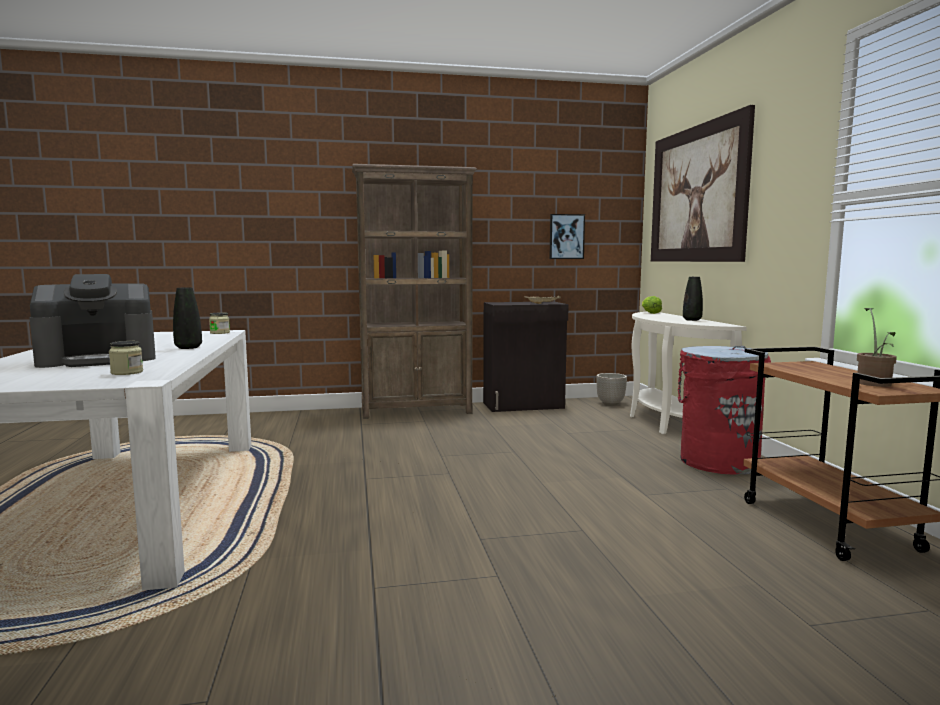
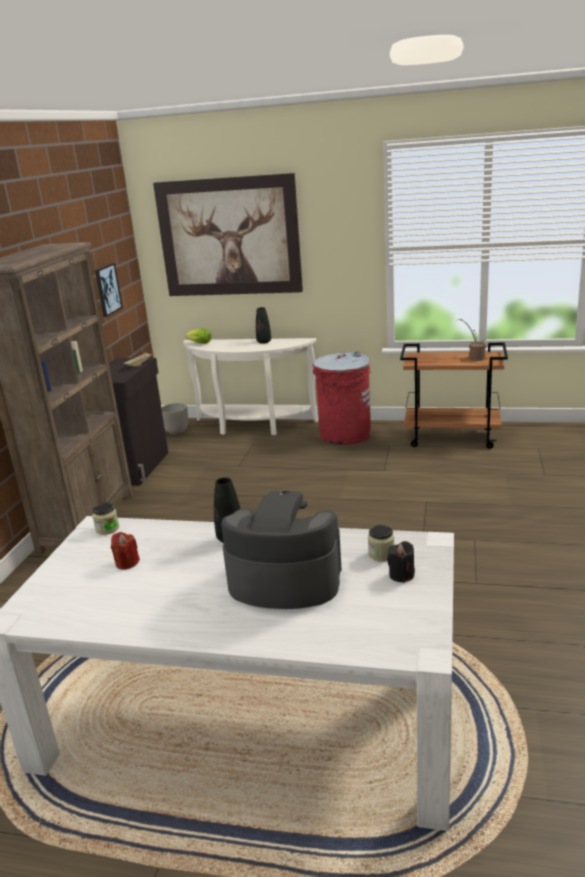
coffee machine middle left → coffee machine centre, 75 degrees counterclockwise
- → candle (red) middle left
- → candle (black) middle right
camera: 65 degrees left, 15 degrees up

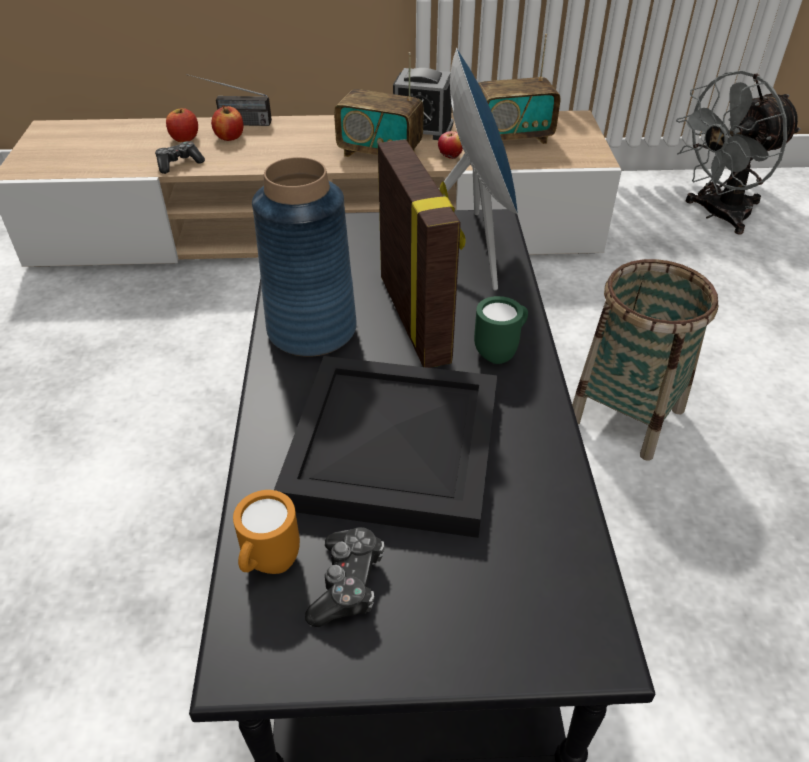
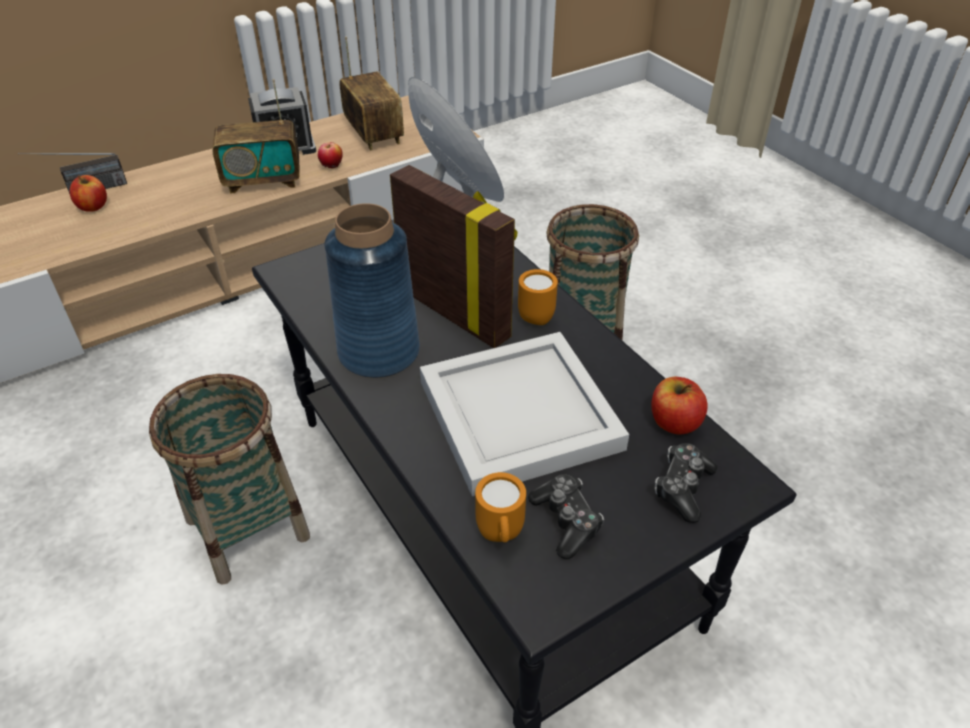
game controller (1st from left in the first image) top left → game controller (2nd from left) middle right, moved
apple (1st from left in the first image) top left → apple (3rd from left) middle right, moved
tray (black) centre → tray (white) centre
mug (green) centre → mug (orange) (2nd from left) centre
radio (3rd from left) top centre, 75 degrees counterclockwise
fan (grey) top right → -
- → basket (1st from left) middle left
camera: 30 degrees left, 0 degrees up

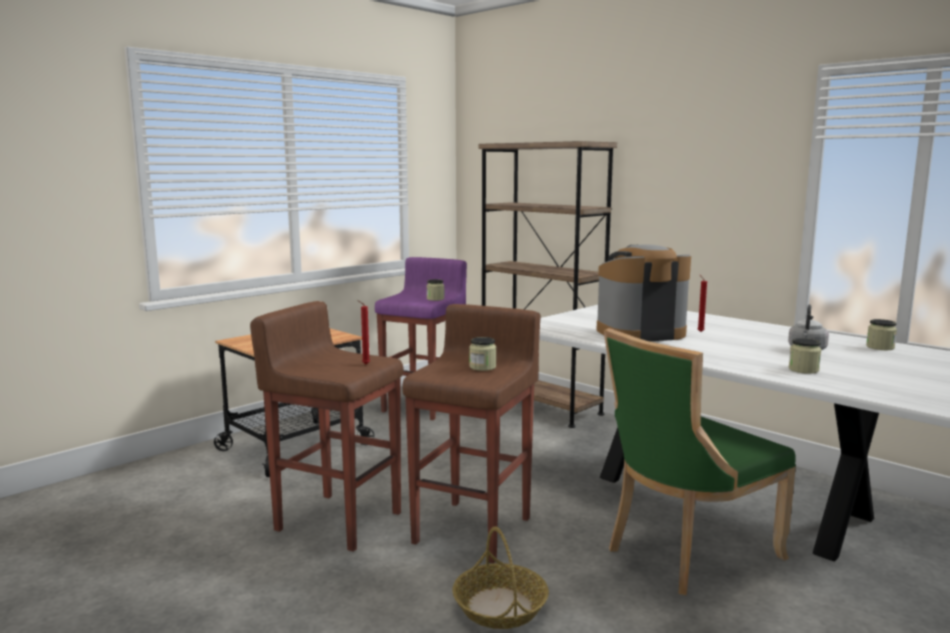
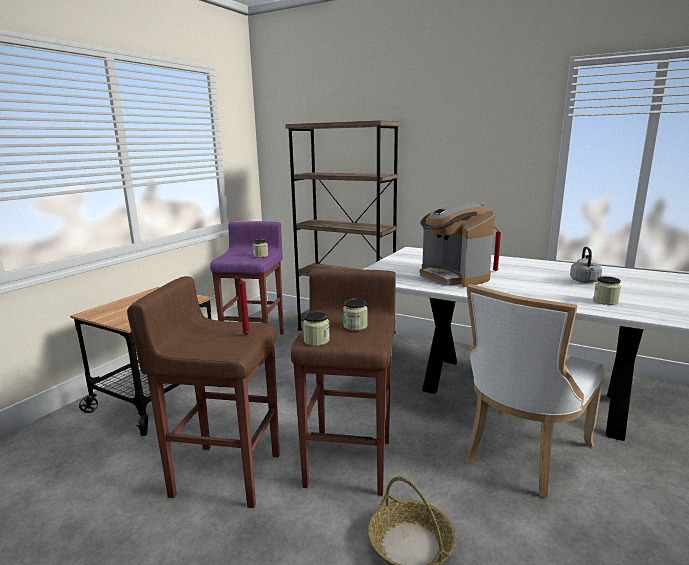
coffee machine middle right → coffee machine centre, 90 degrees counterclockwise
chair (green) bottom right → chair (white) bottom right
jar (4th from left in the first image) middle right → jar (2nd from left) centre, moved
camera: 15 degrees left, 5 degrees up

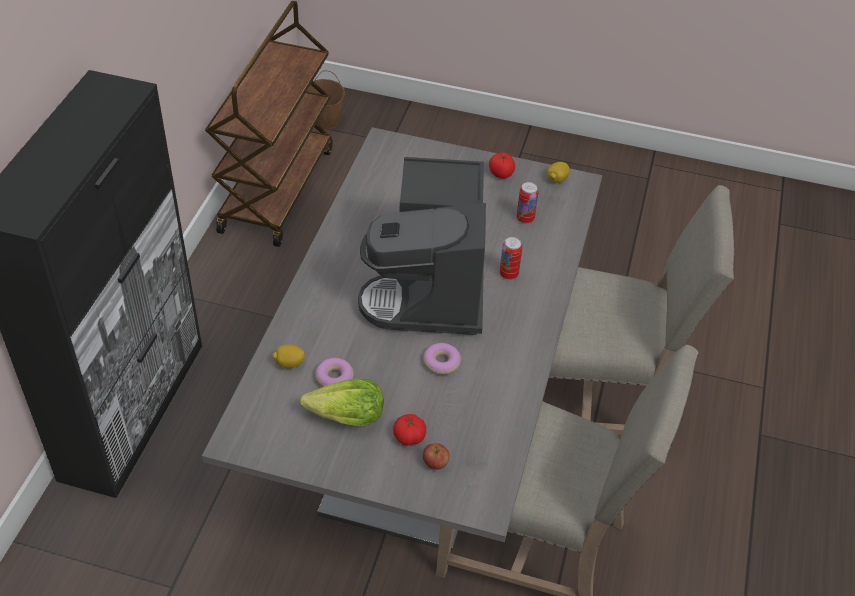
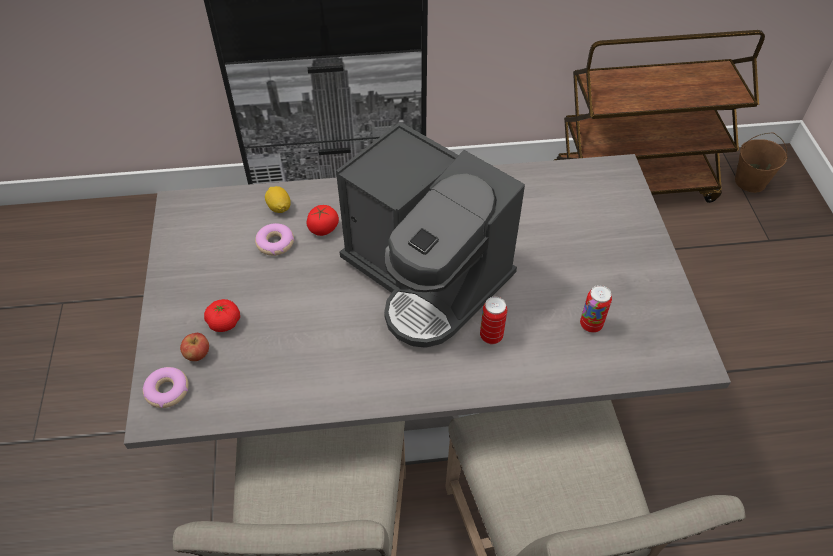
lettuce bottom centre → -
coffee machine centre, 120 degrees counterclockwise
donut (2nd from left in the first image) centre → donut (1st from left) bottom left, moved
tomato (2nd from left) top centre → tomato (2nd from left) centre, moved
lemon (2nd from left) top centre → -
camera: 70 degrees right, 5 degrees up

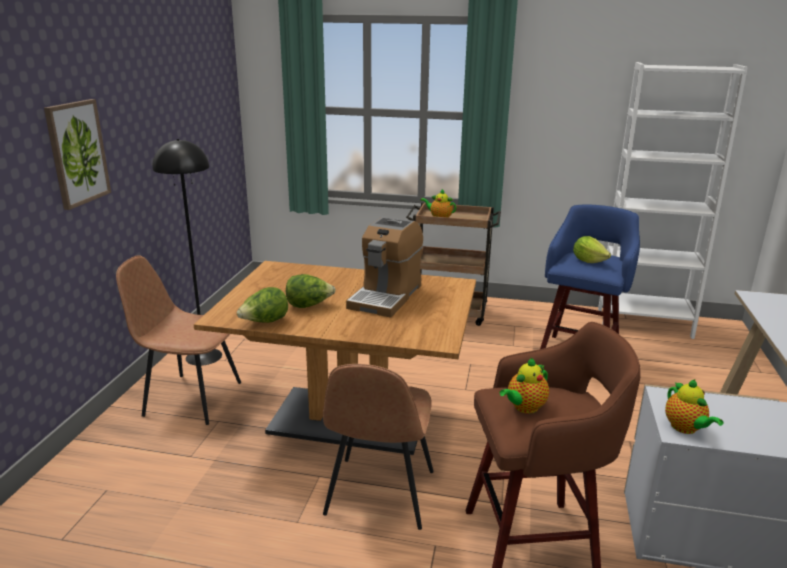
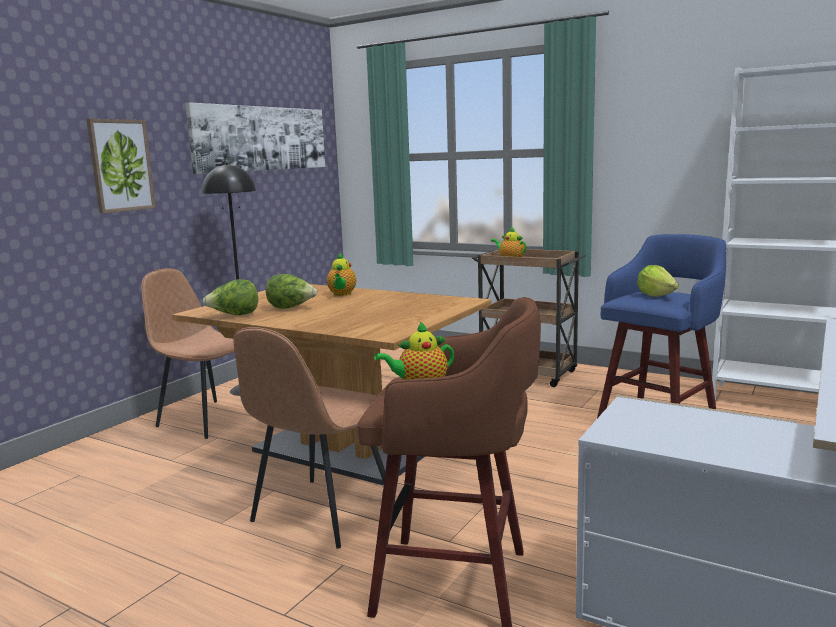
coffee machine centre → -
teapot (3rd from left in the first image) bottom right → teapot (1st from left) centre, moved
- → picture (2nd from left) top left
camera: 20 degrees right, 10 degrees down

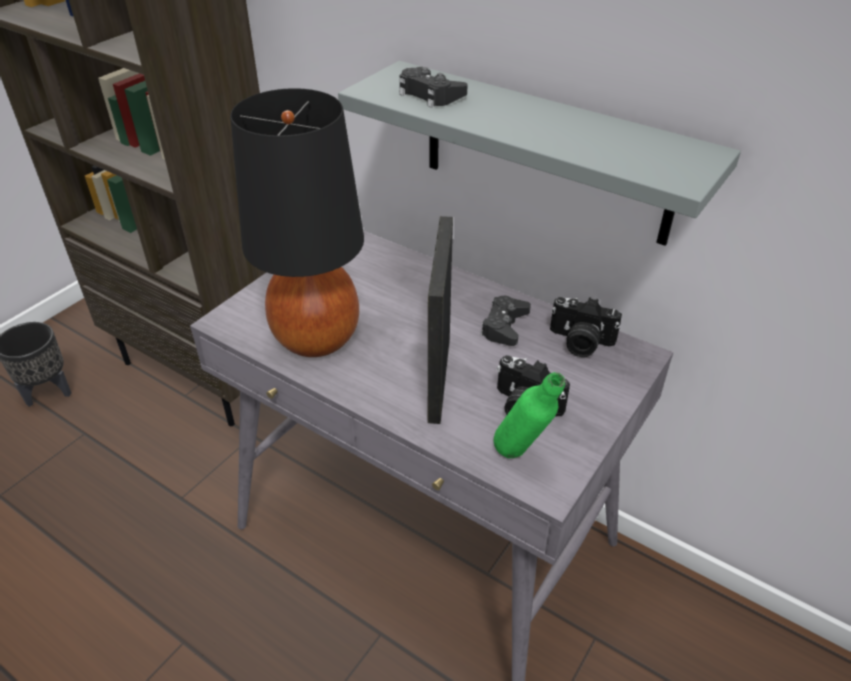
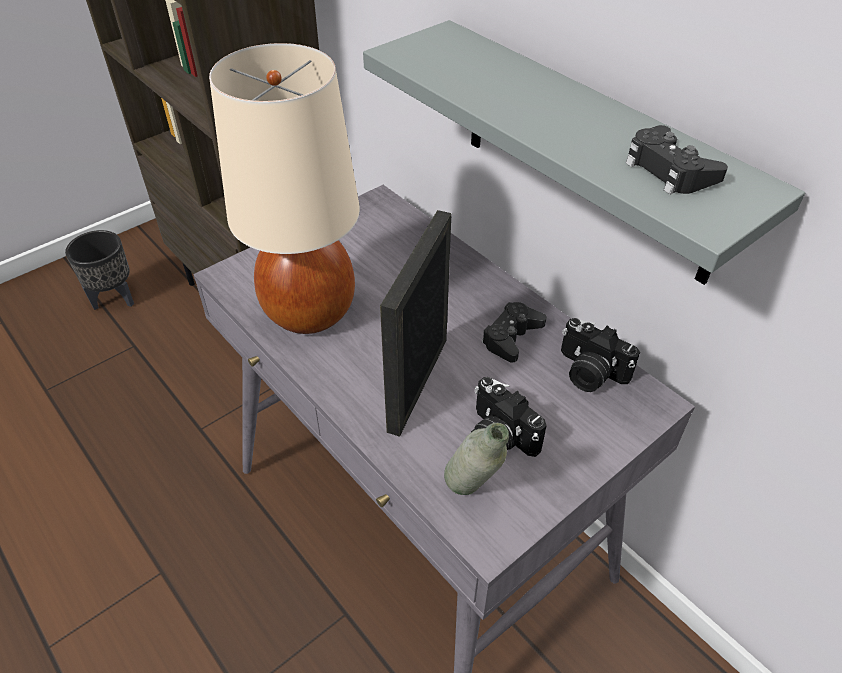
table lamp (black) top centre → table lamp (beige) top centre
game controller (black) (1st from left in the first image) top centre → game controller (black) (2nd from left) top right, moved
bottle (green) centre → bottle (grey) bottom centre
camera: 15 degrees right, 5 degrees up

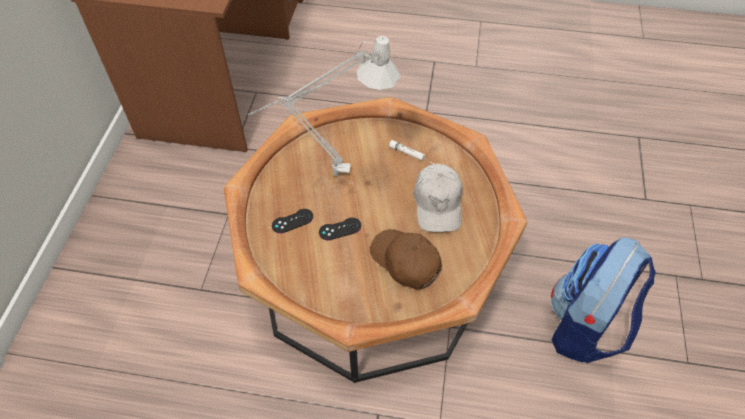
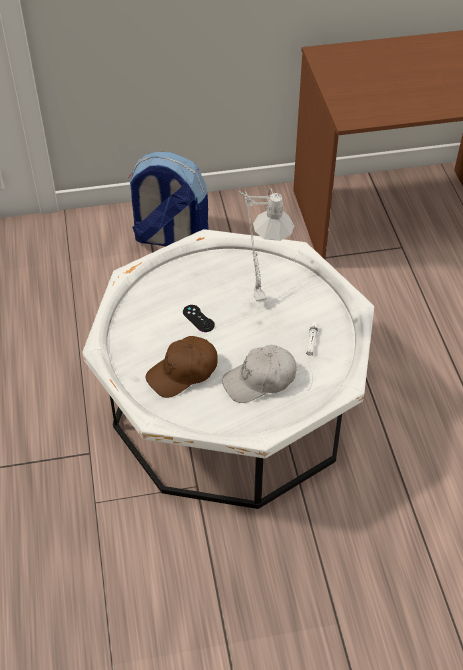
coffee table (brown) centre → coffee table (white) centre
game controller (black) (1st from left) centre → -
cap (brown) centre, 150 degrees counterclockwise
backpack bottom right → backpack top centre, moved
camera: 70 degrees right, 5 degrees down

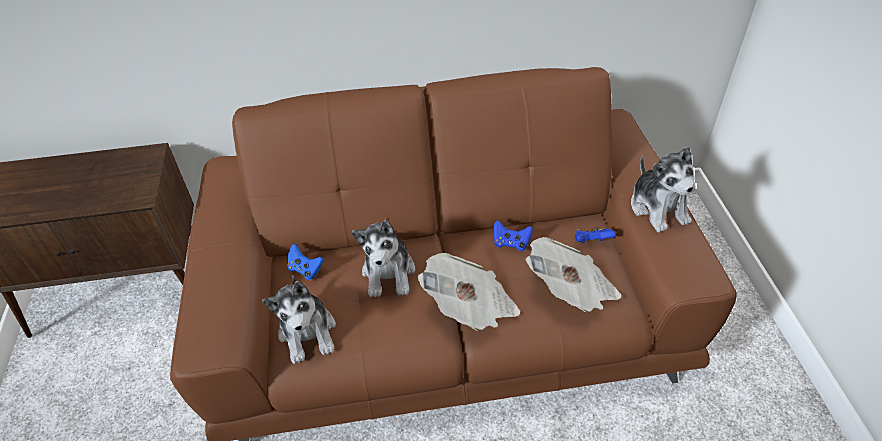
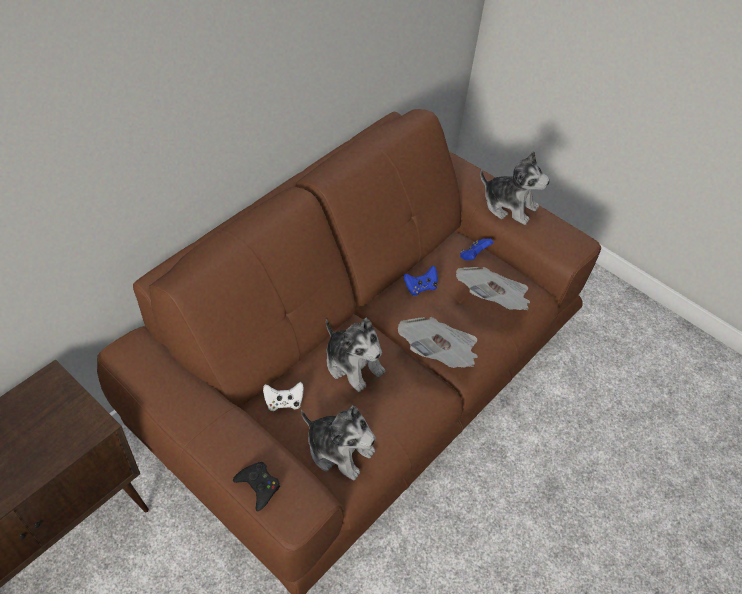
game controller (blue) (1st from left) centre → game controller (white) bottom centre
- → game controller (black) bottom centre
camera: 45 degrees left, 5 degrees up

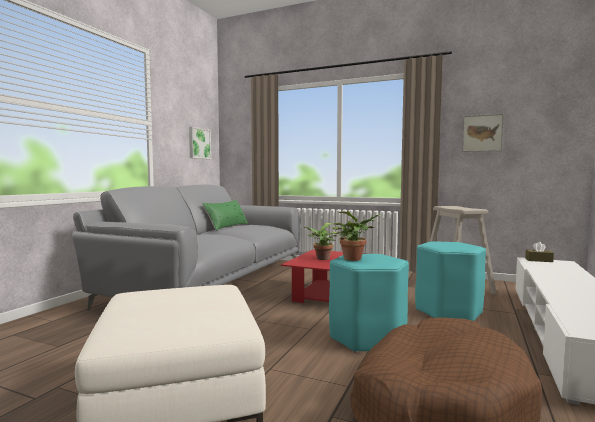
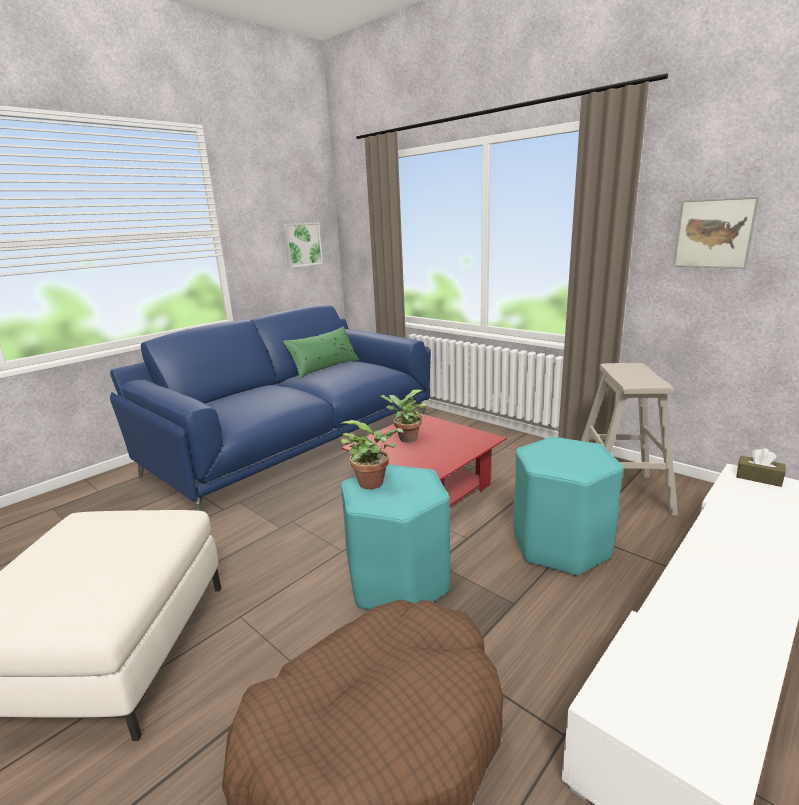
sofa (grey) middle left → sofa (blue) centre
camera: 20 degrees right, 15 degrees up

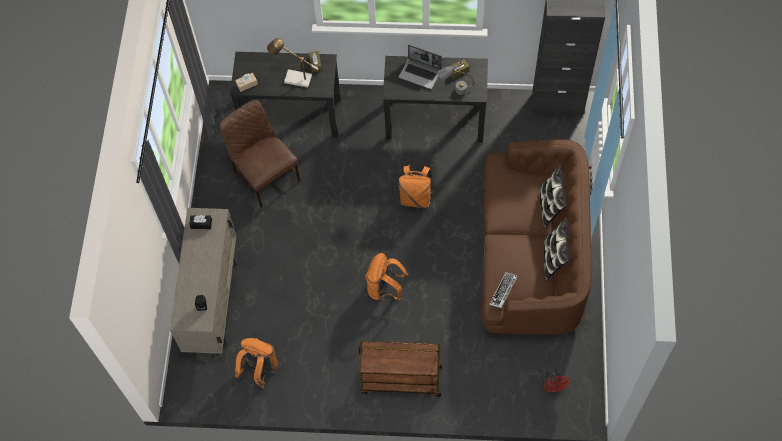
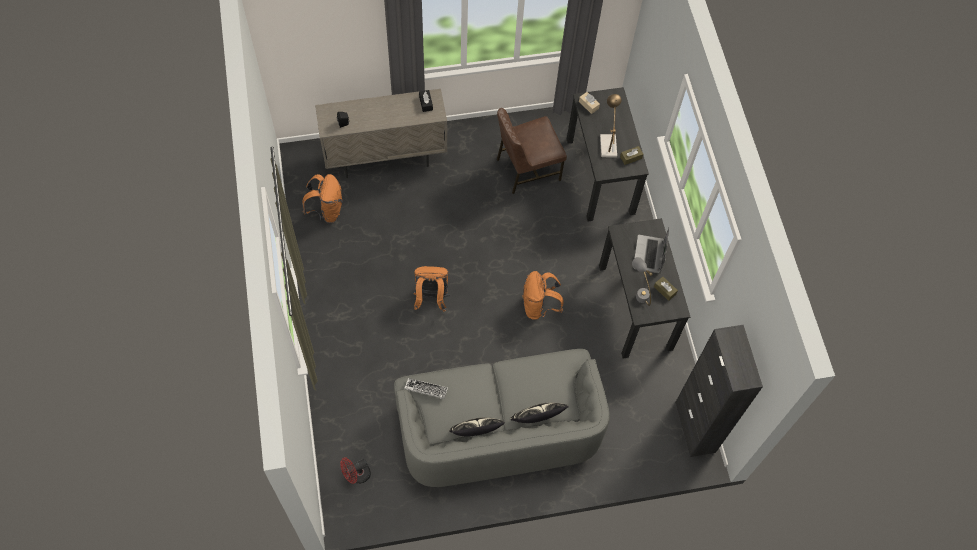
chair (brown) middle left → chair (brown) top centre, 150 degrees counterclockwise
cart (brown) bottom centre → -
sofa (brown) middle right → sofa (grey) bottom centre
camera: 70 degrees right, 0 degrees up

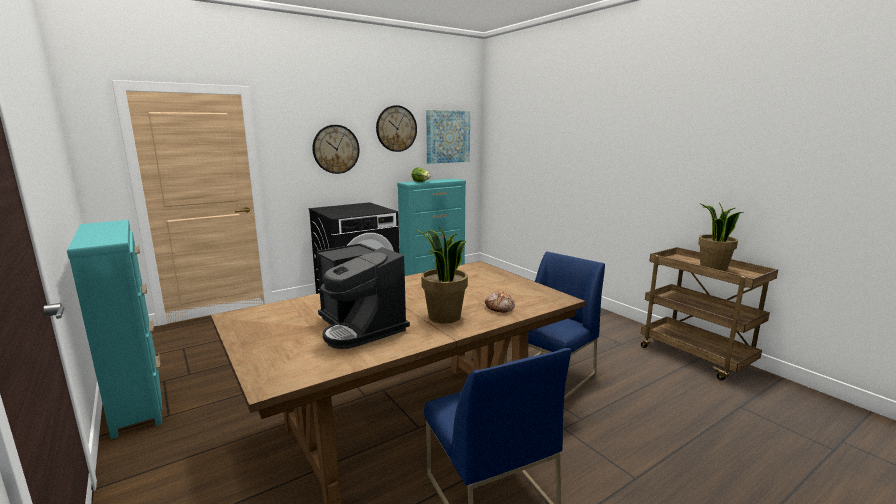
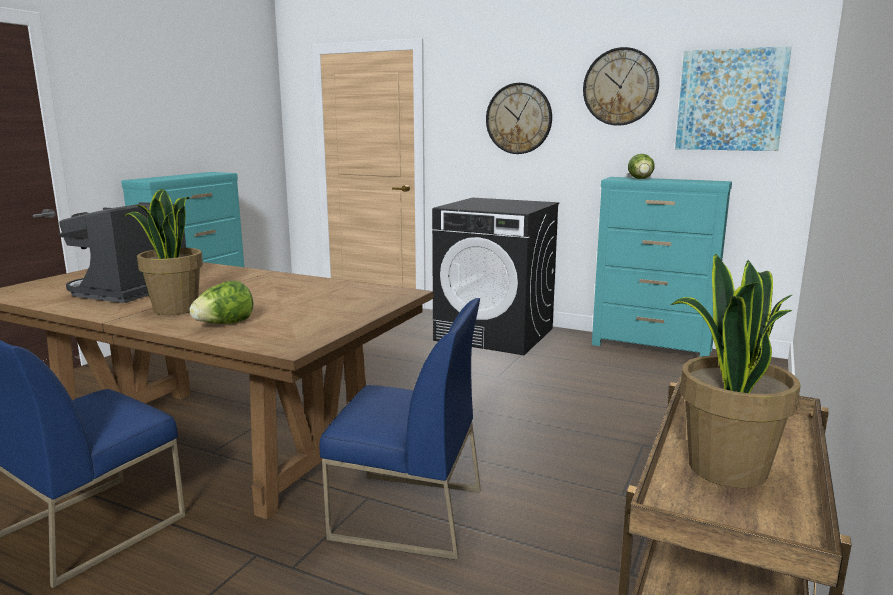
bread centre → lettuce (1st from left) middle left
camera: 60 degrees right, 0 degrees up

